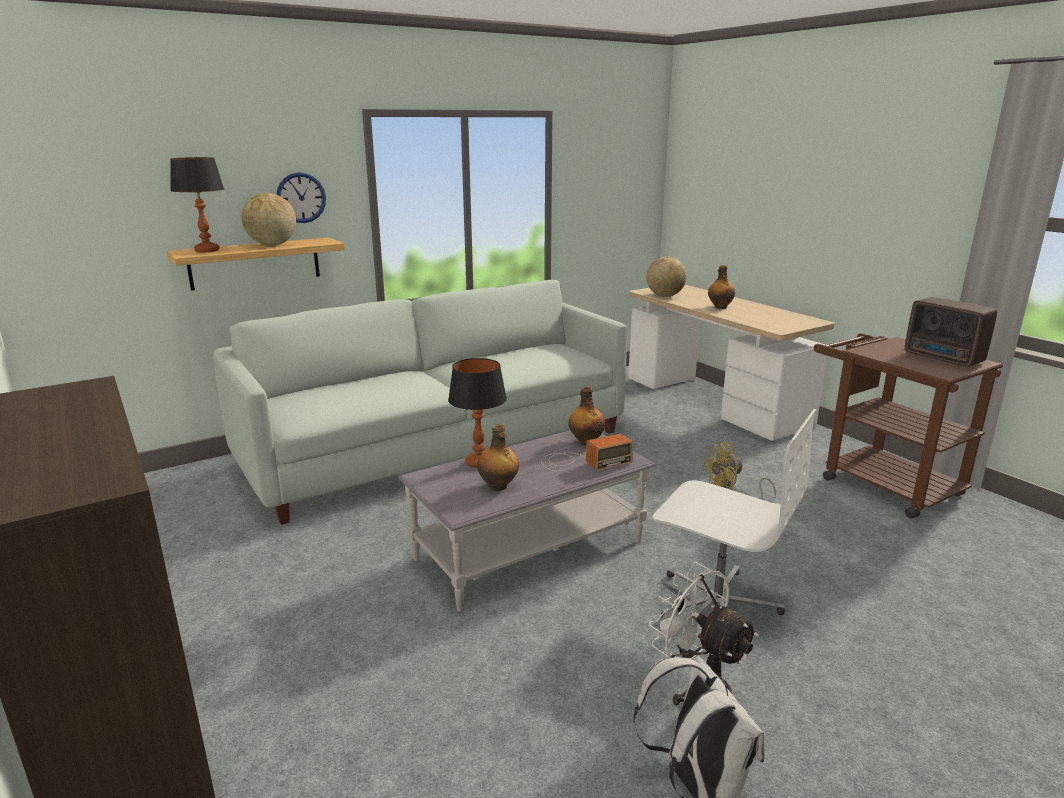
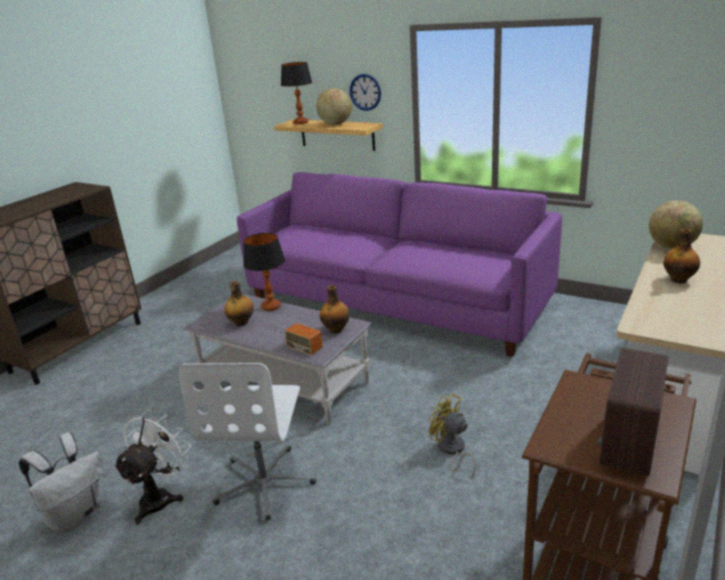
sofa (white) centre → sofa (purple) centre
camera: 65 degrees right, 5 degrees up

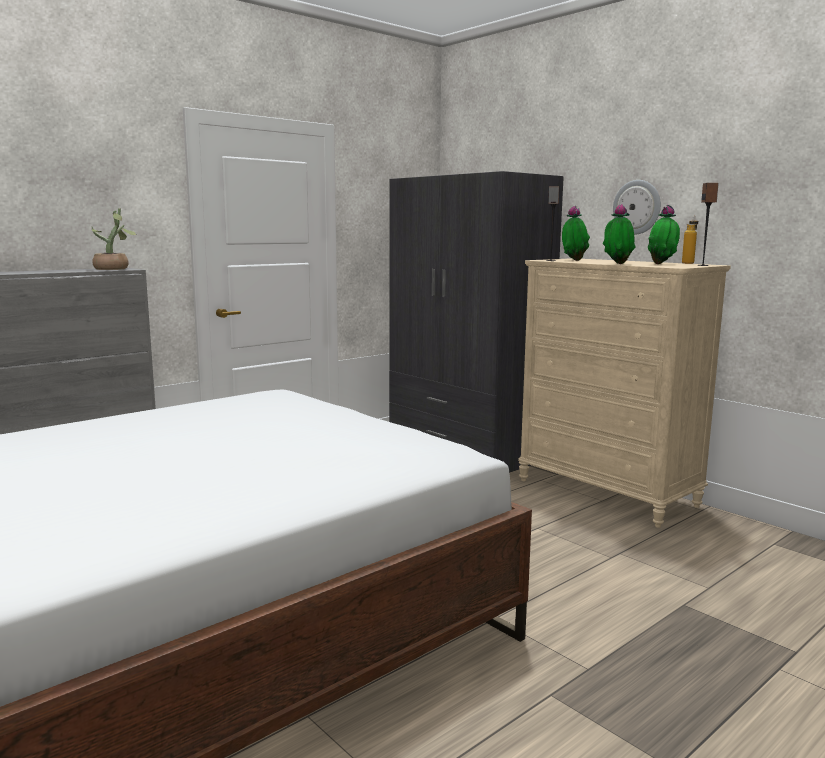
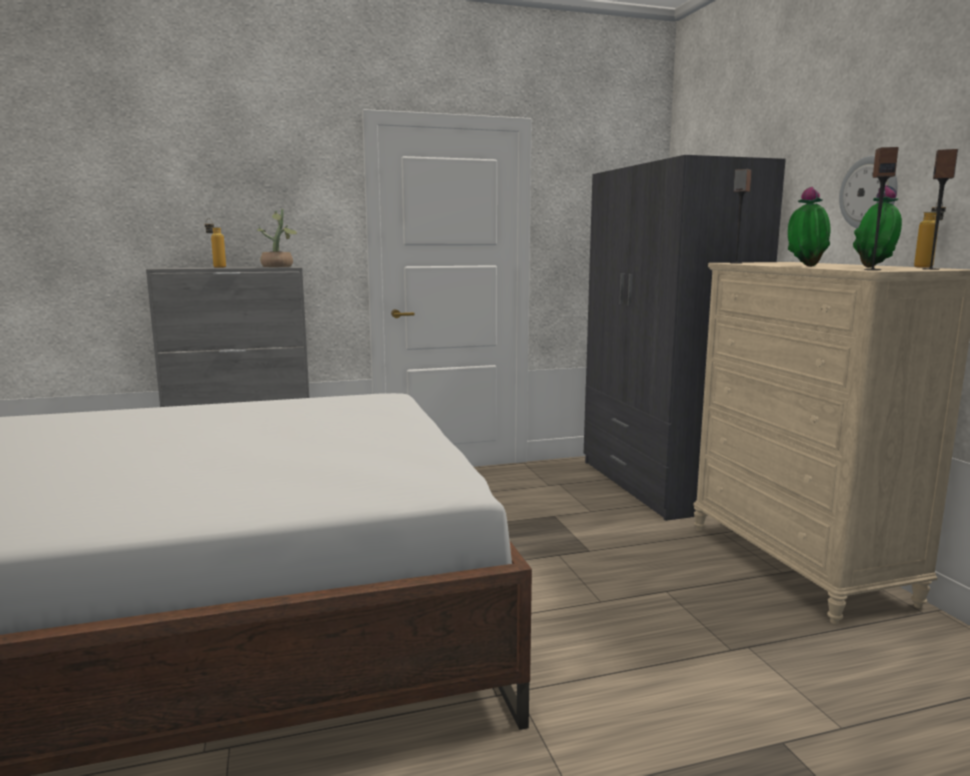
potted plant (2nd from left) top right → -
- → bottle (1st from left) top left
- → speaker (2nd from left) top right
camera: 25 degrees right, 0 degrees up

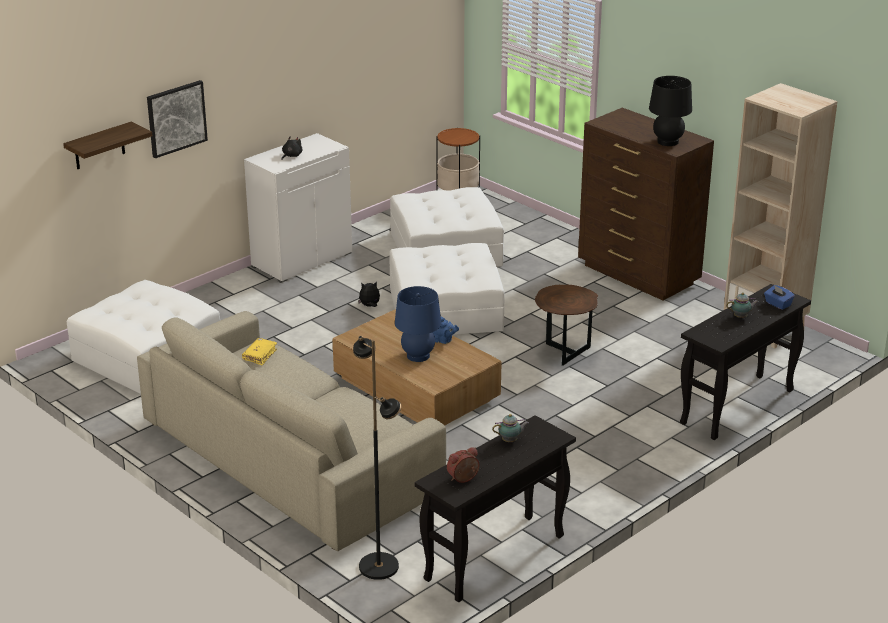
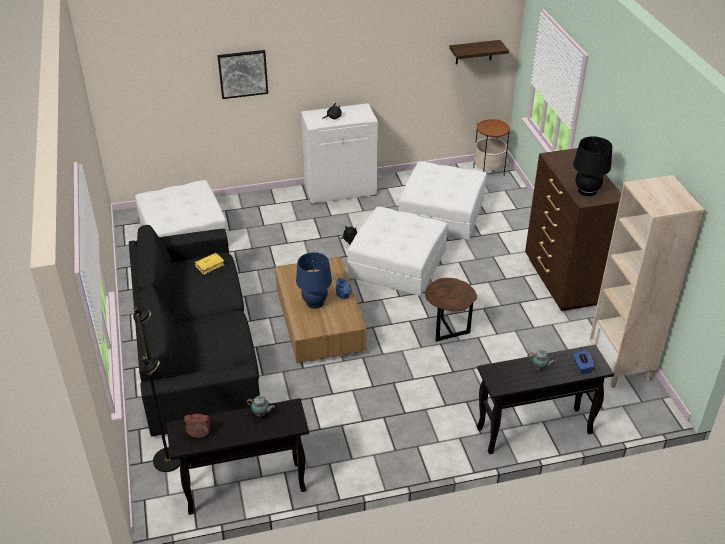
shelf top left → shelf top centre, moved
sofa (beige) bottom left → sofa (black) middle left
camera: 30 degrees right, 10 degrees up

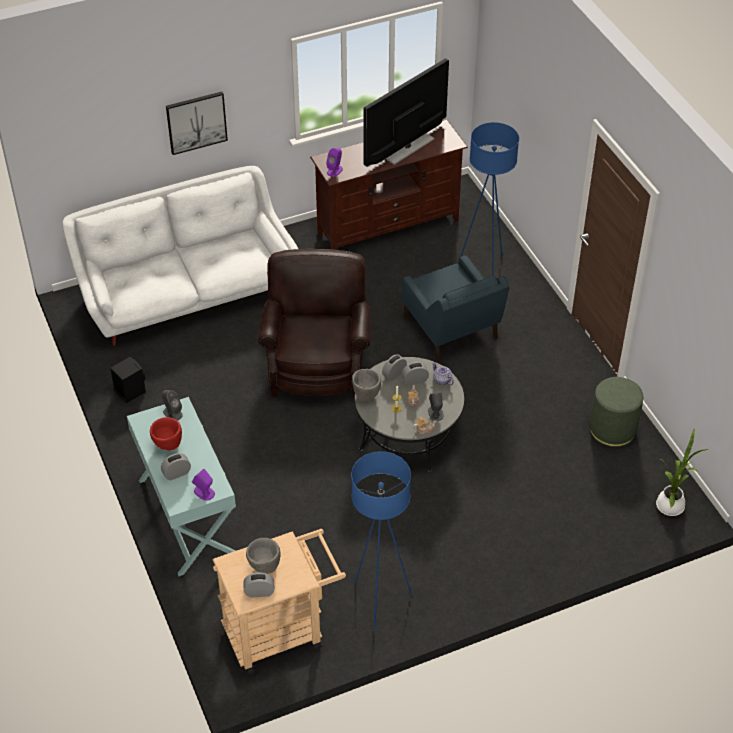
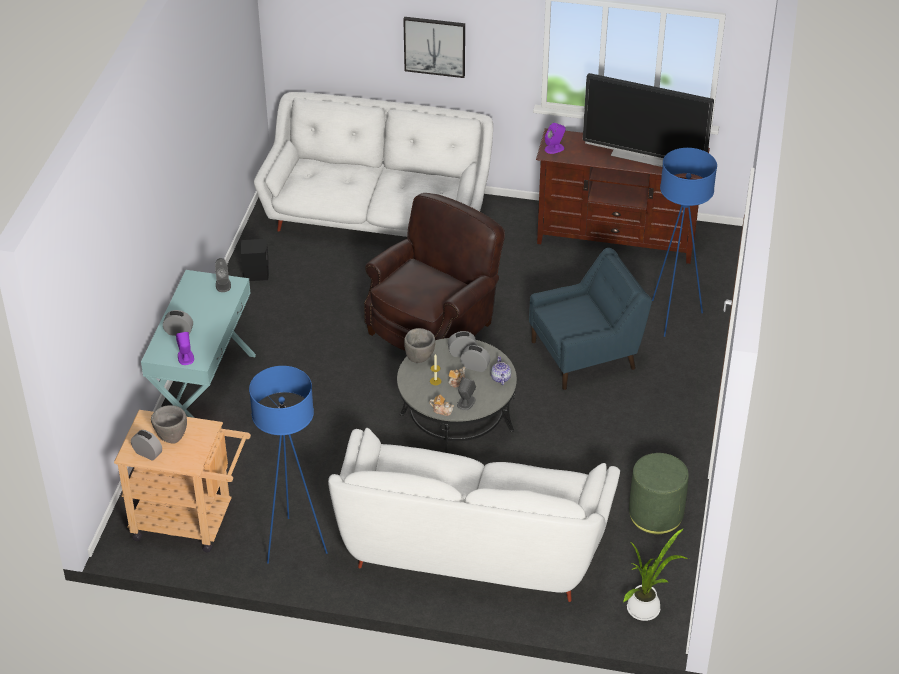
bowl (red) middle left → -
television top centre → television top right, 150 degrees counterclockwise
armchair (blue) centre, 120 degrees counterclockwise
- → sofa (white) (2nd from left) bottom centre
camera: 35 degrees right, 5 degrees down

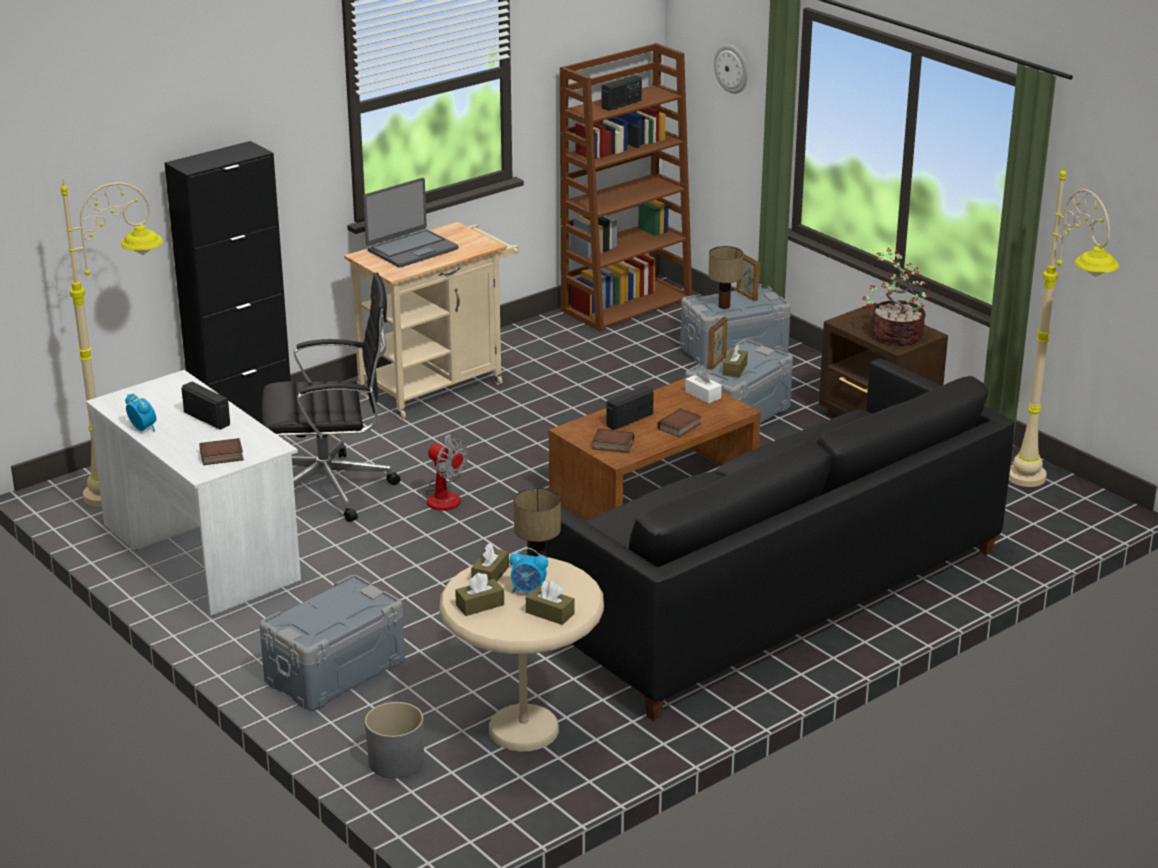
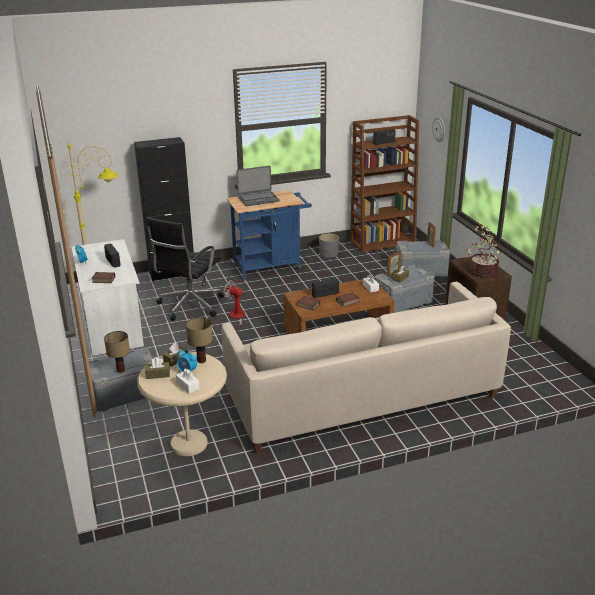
office chair (black) middle left, 105 degrees clockwise
cart (beige) centre → cart (blue) centre
planter (grey) bottom centre → planter (grey) centre, moved
fan centre, 150 degrees clockwise
tissue box (brown) (3rd from left) bottom centre → tissue box (white) (1st from left) middle left
sofa (black) centre → sofa (beige) centre
table lamp (2nd from left in the first image) top centre → table lamp (1st from left) middle left, moved
floor lamp (beige) (2nd from left) middle right → -
camera: 20 degrees right, 0 degrees up

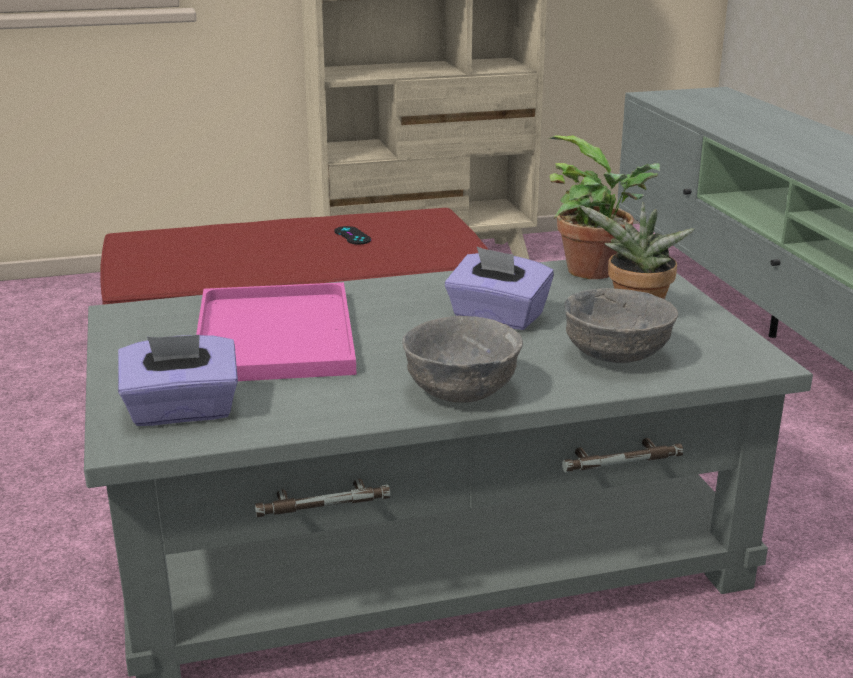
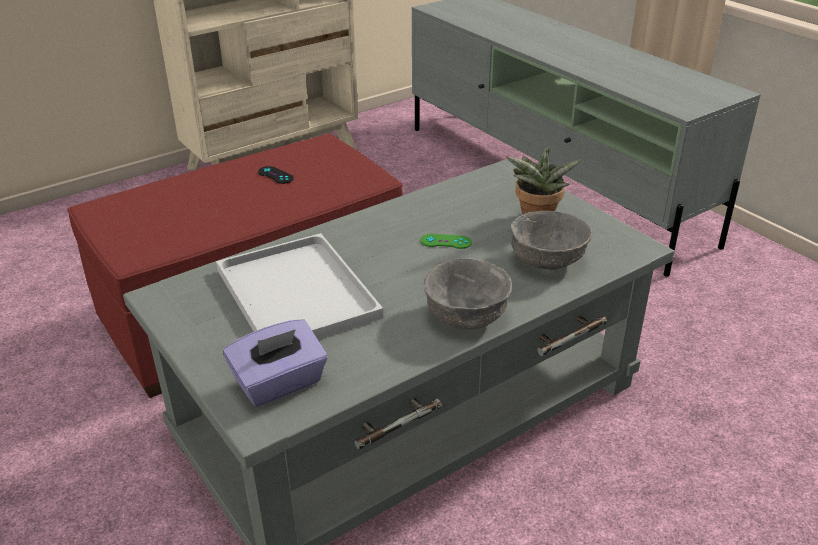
tray (pink) middle left → tray (white) centre
tissue box (purple) (2nd from left) centre → game controller (green) centre
potted plant (1st from left) top right → -
camera: 20 degrees left, 10 degrees up

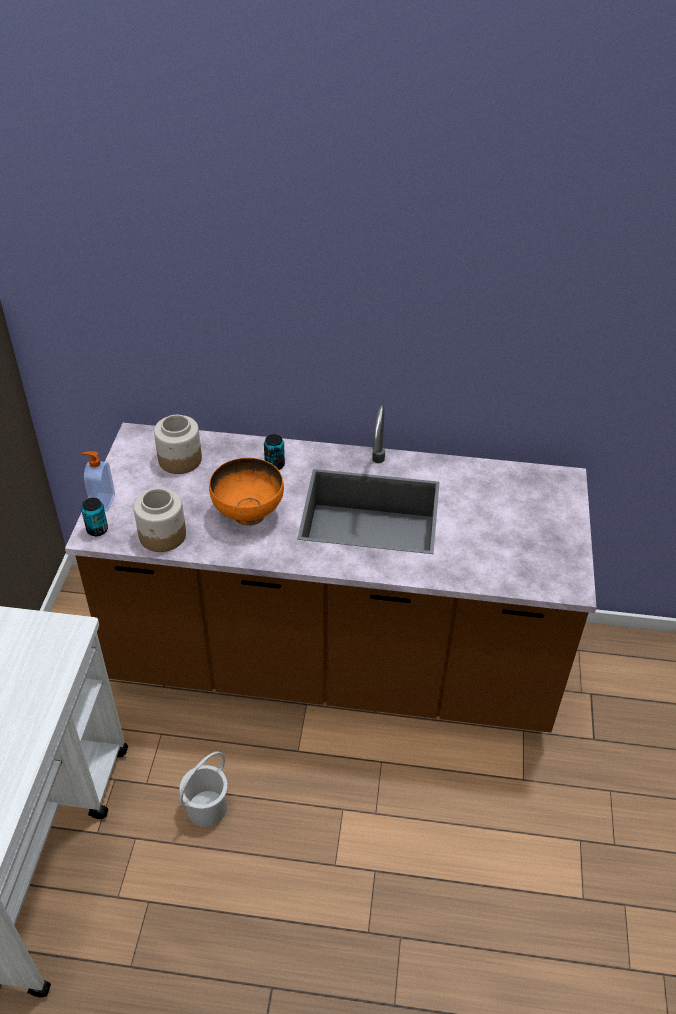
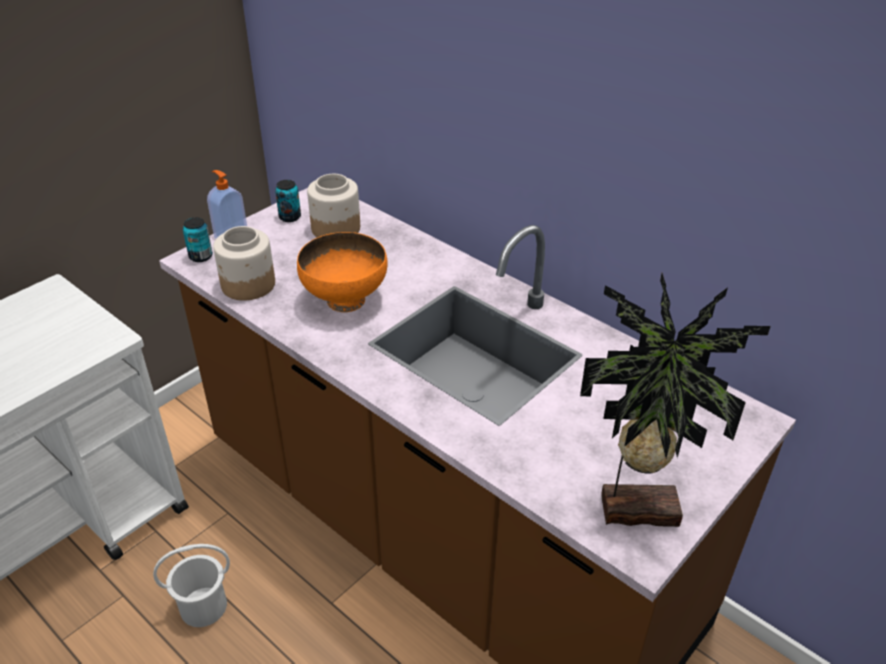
can (2nd from left) centre → can (2nd from left) top left, moved
- → potted plant middle right
camera: 35 degrees right, 5 degrees down

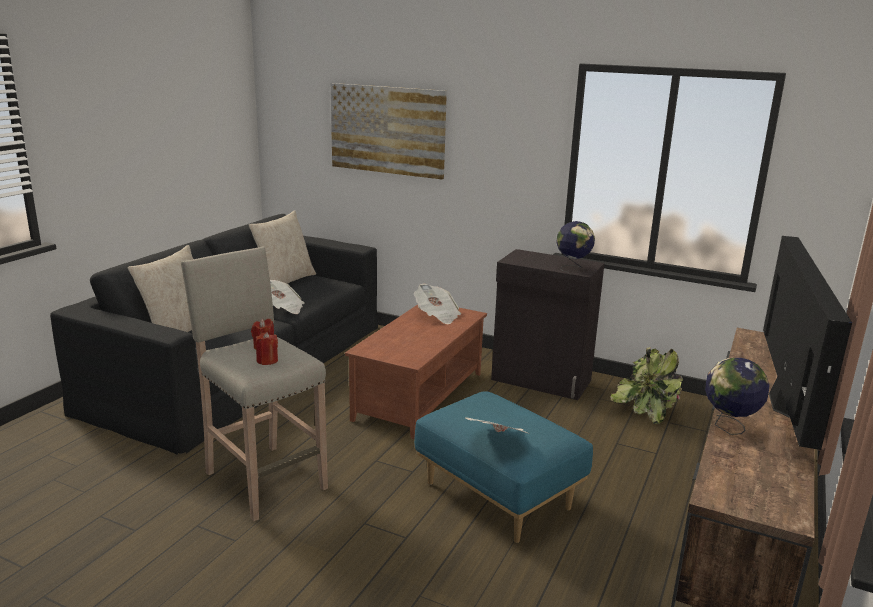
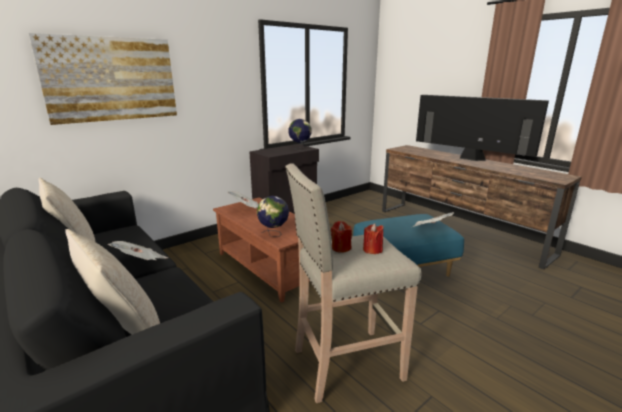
potted plant middle right → -
globe (2nd from left in the first image) middle right → globe (1st from left) centre, moved
camera: 65 degrees left, 0 degrees up

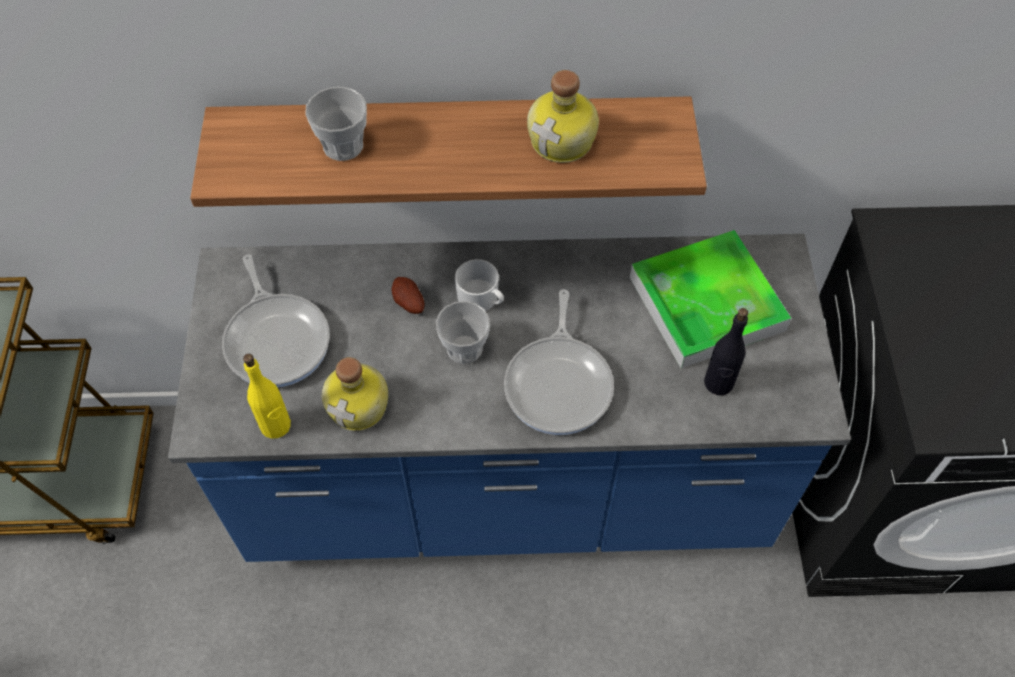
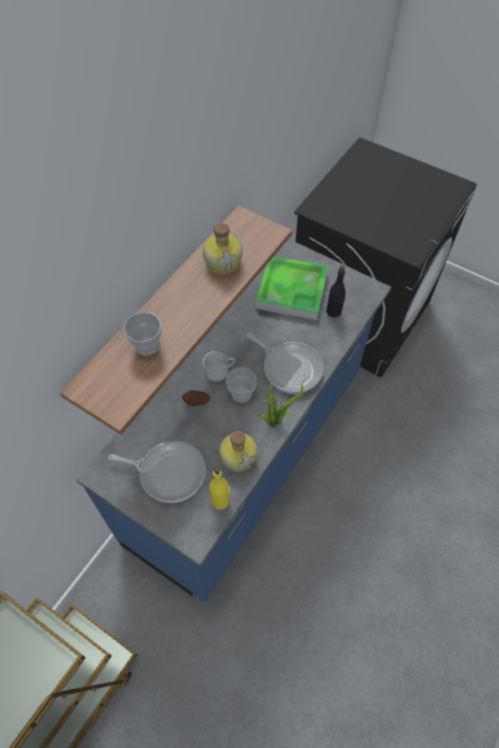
- → potted plant centre
camera: 55 degrees left, 0 degrees up

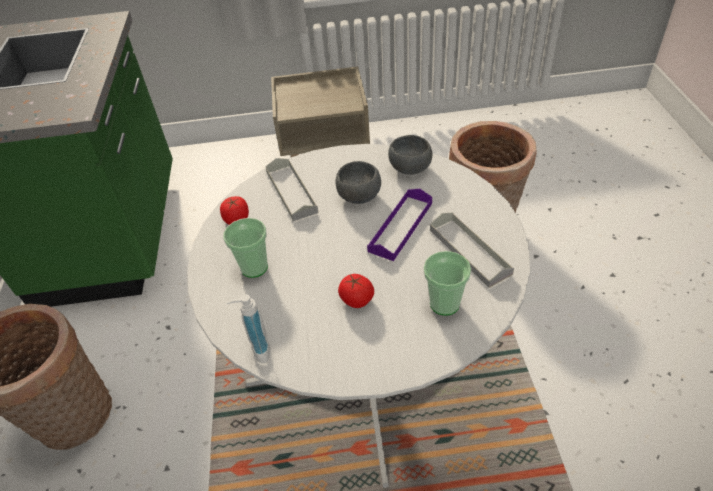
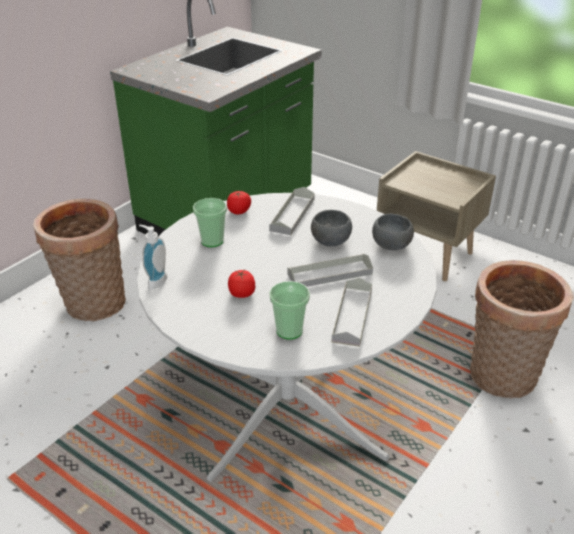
tray (purple) centre → tray (grey) (2nd from left) centre
camera: 40 degrees right, 10 degrees down

